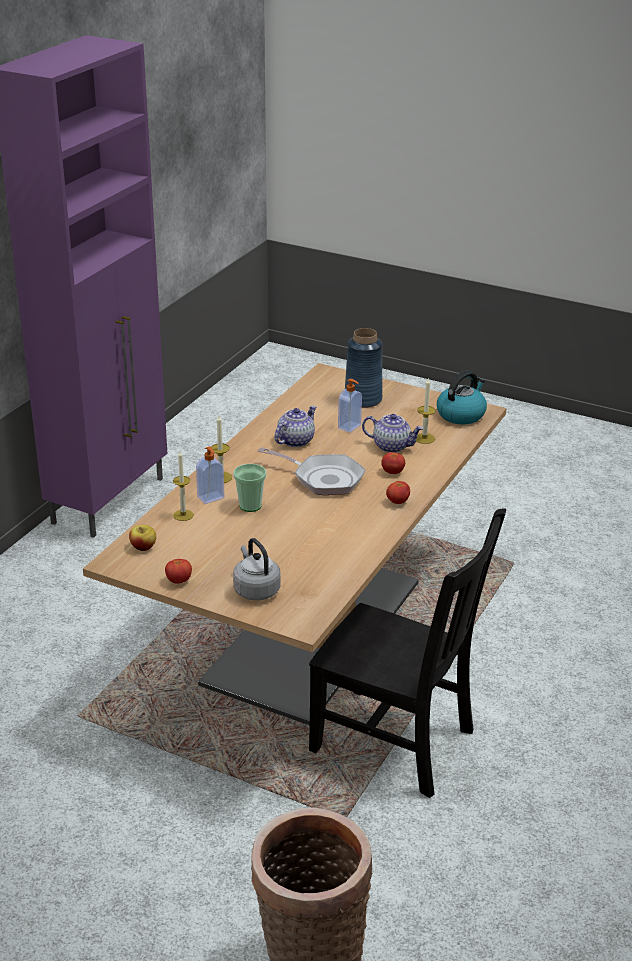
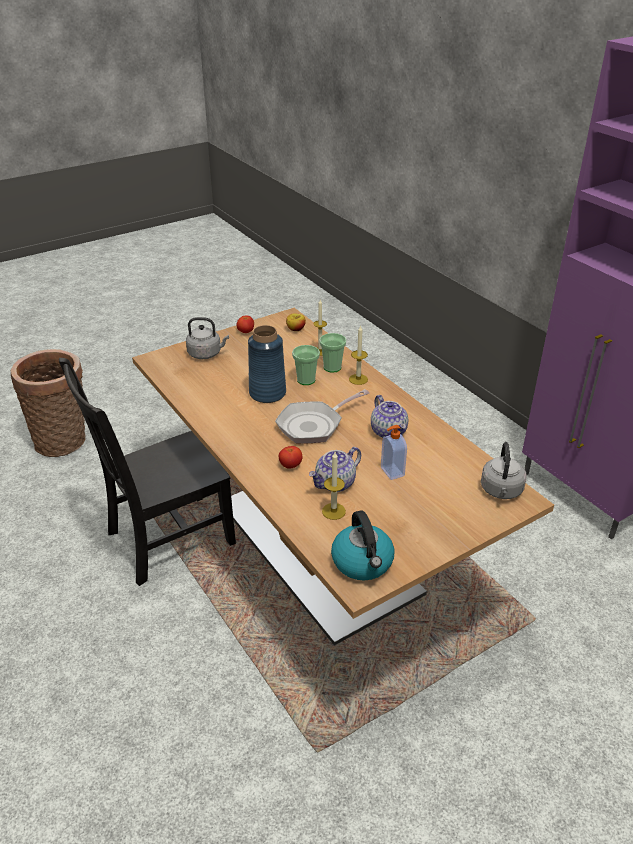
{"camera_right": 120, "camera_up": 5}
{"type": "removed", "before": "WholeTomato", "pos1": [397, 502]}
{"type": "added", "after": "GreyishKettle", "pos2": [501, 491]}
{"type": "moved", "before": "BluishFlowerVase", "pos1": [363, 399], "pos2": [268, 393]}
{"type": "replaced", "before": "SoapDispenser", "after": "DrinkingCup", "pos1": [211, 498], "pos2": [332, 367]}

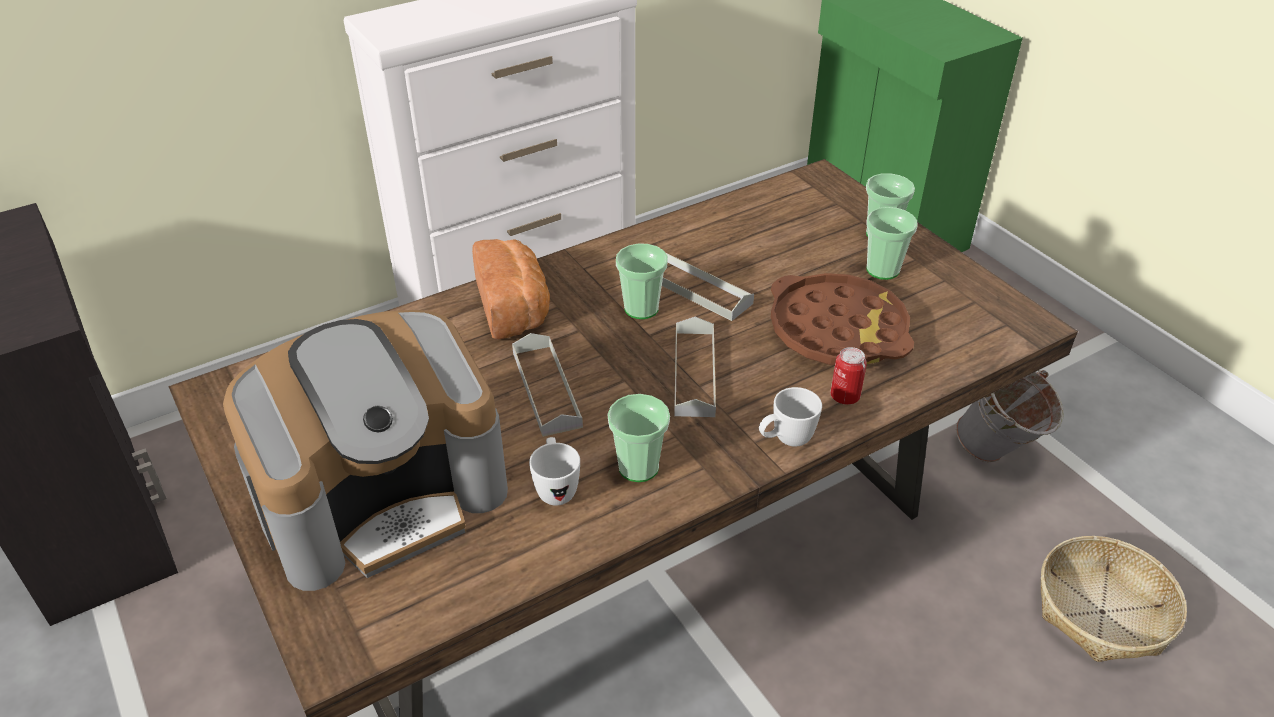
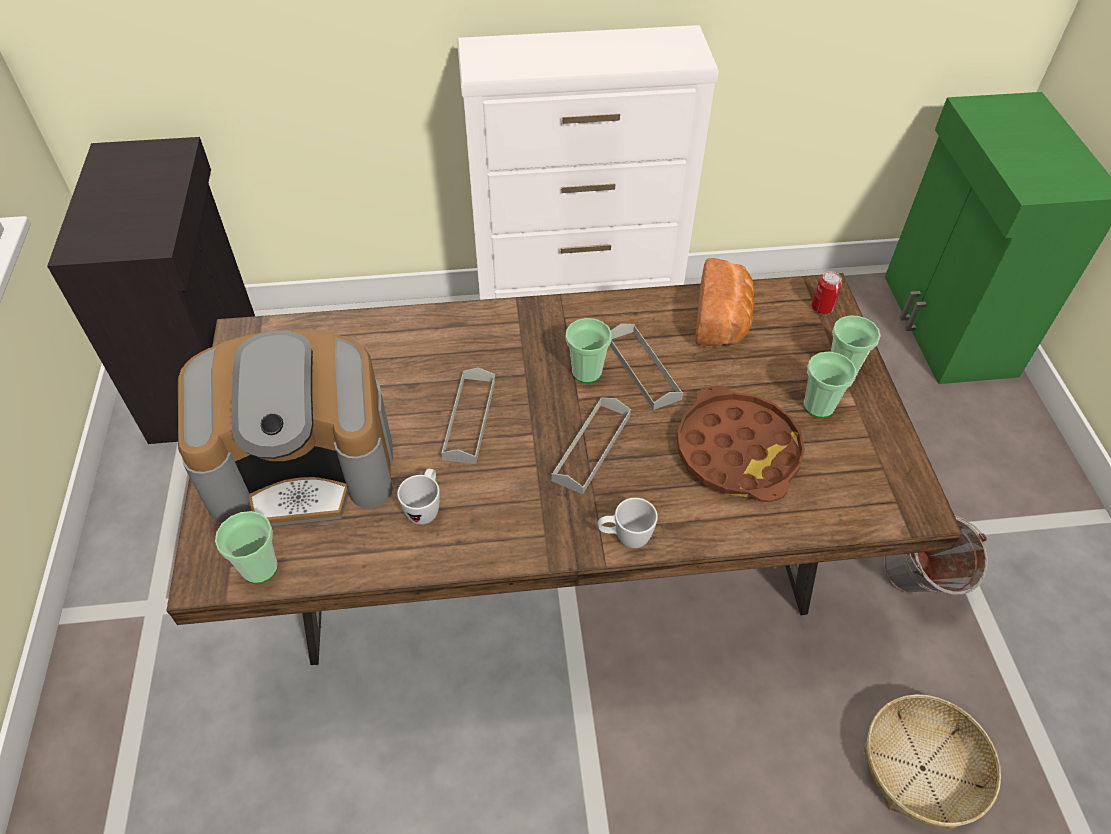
{"camera_right": 25, "camera_up": 10}
{"type": "moved", "before": "BakeryBread", "pos1": [515, 308], "pos2": [722, 321]}
{"type": "moved", "before": "DrinkingCup", "pos1": [638, 467], "pos2": [260, 568]}
{"type": "moved", "before": "Can", "pos1": [845, 396], "pos2": [822, 307]}

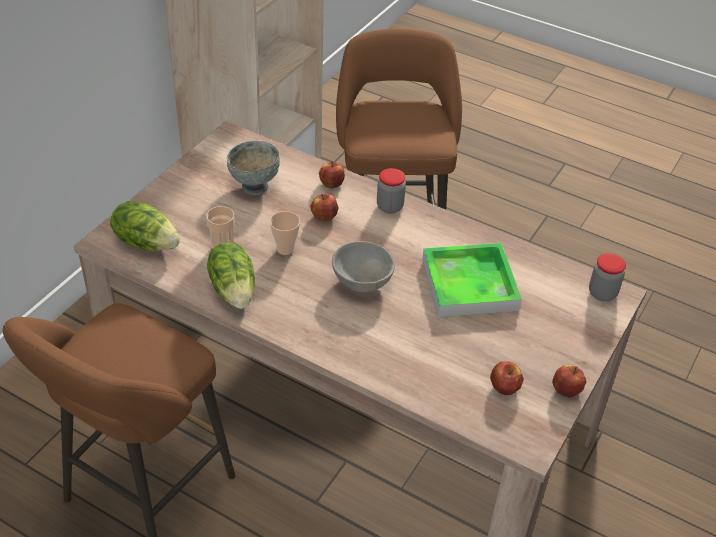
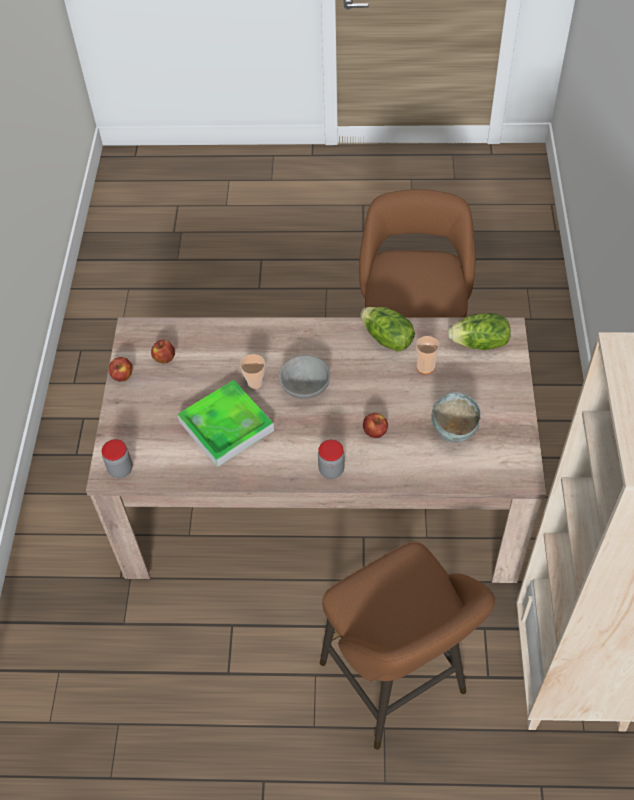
{"camera_right": 155, "camera_up": 10}
{"type": "removed", "before": "Apple", "pos1": [331, 184]}
{"type": "moved", "before": "DrinkingCup", "pos1": [285, 249], "pos2": [255, 383]}

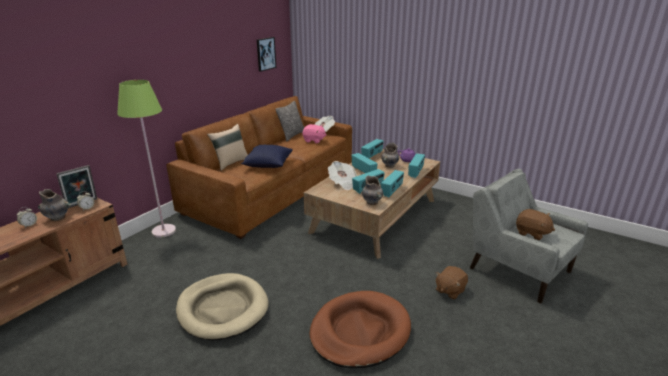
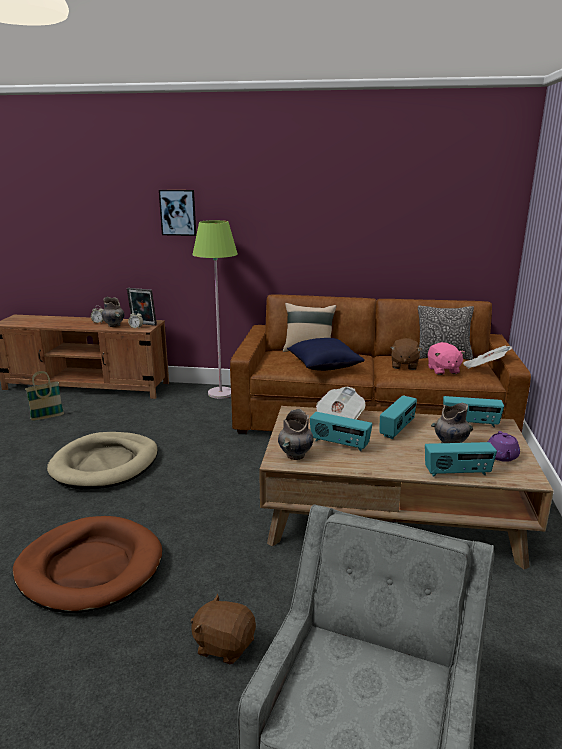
{"camera_right": 65, "camera_up": -5}
{"type": "removed", "before": "RadioSet", "pos1": [392, 191]}
{"type": "added", "after": "StorageBasket", "pos2": [47, 417]}
{"type": "moved", "before": "WallArt", "pos1": [265, 54], "pos2": [178, 212]}
{"type": "moved", "before": "BrownSoftToy", "pos1": [532, 233], "pos2": [404, 365]}

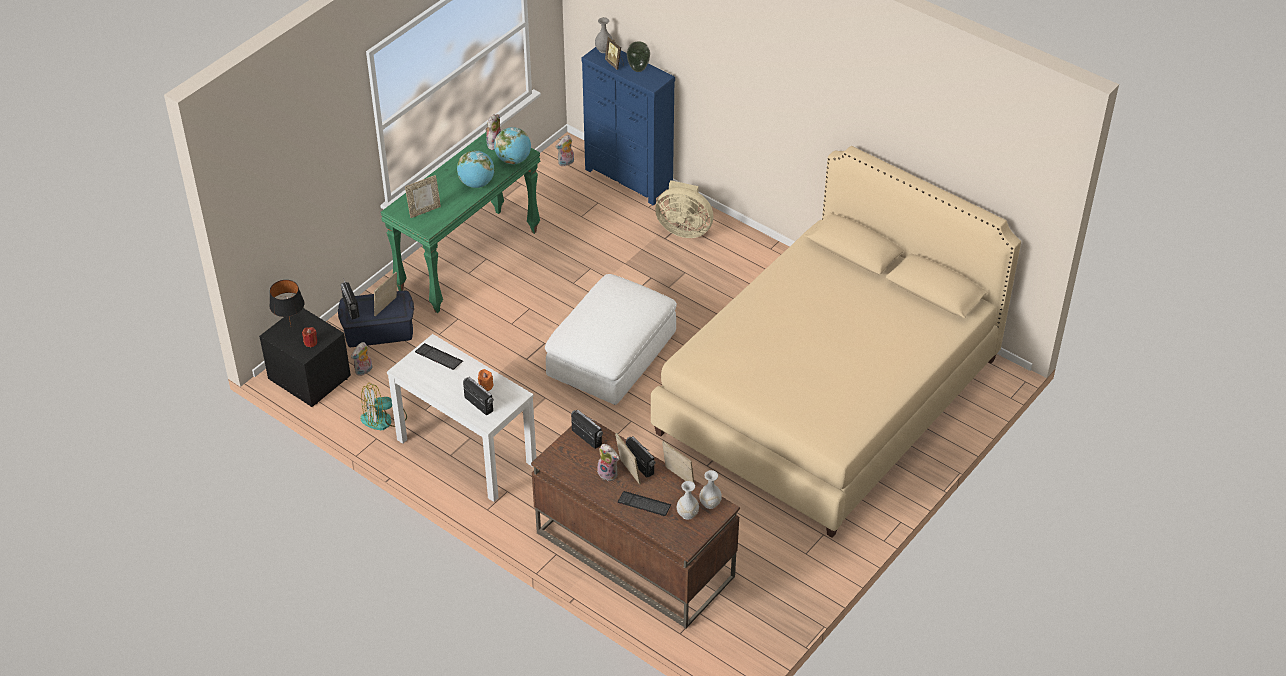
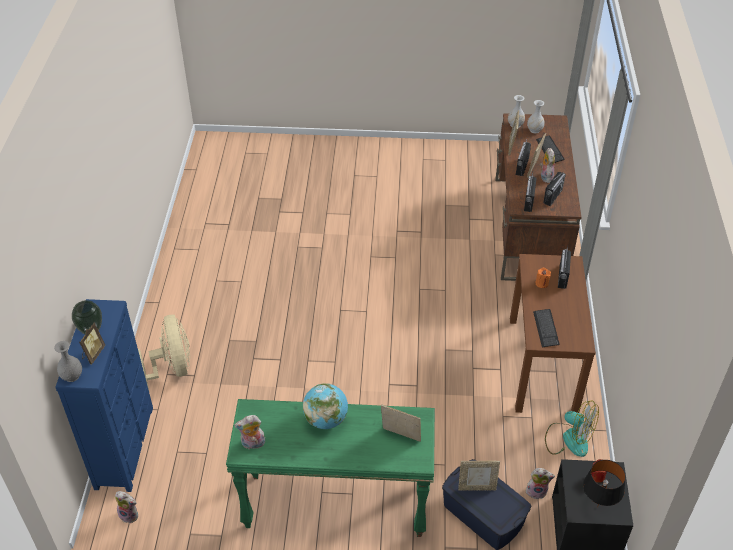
{"camera_right": -125, "camera_up": 0}
{"type": "removed", "before": "DeskGlobe", "pos1": [513, 160]}
{"type": "removed", "before": "WhiteOttoman", "pos1": [612, 356]}
{"type": "removed", "before": "SandColouredBed", "pos1": [827, 396]}
{"type": "moved", "before": "RadioSet", "pos1": [351, 308], "pos2": [552, 196]}
{"type": "recoloured", "before": "WhiteHallTable", "after": "BrownHallTable", "pos1": [465, 451], "pos2": [542, 365]}

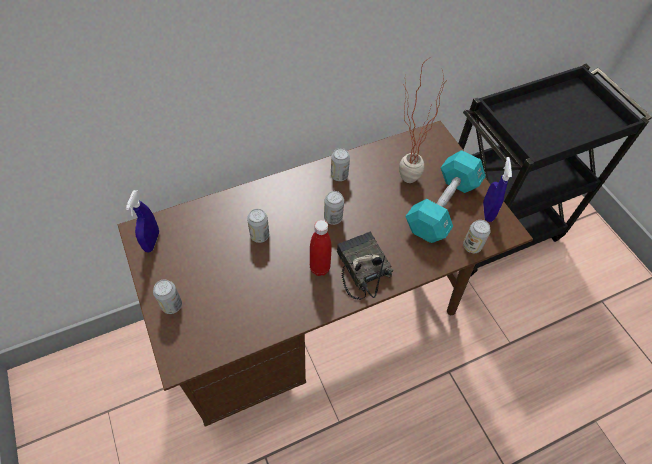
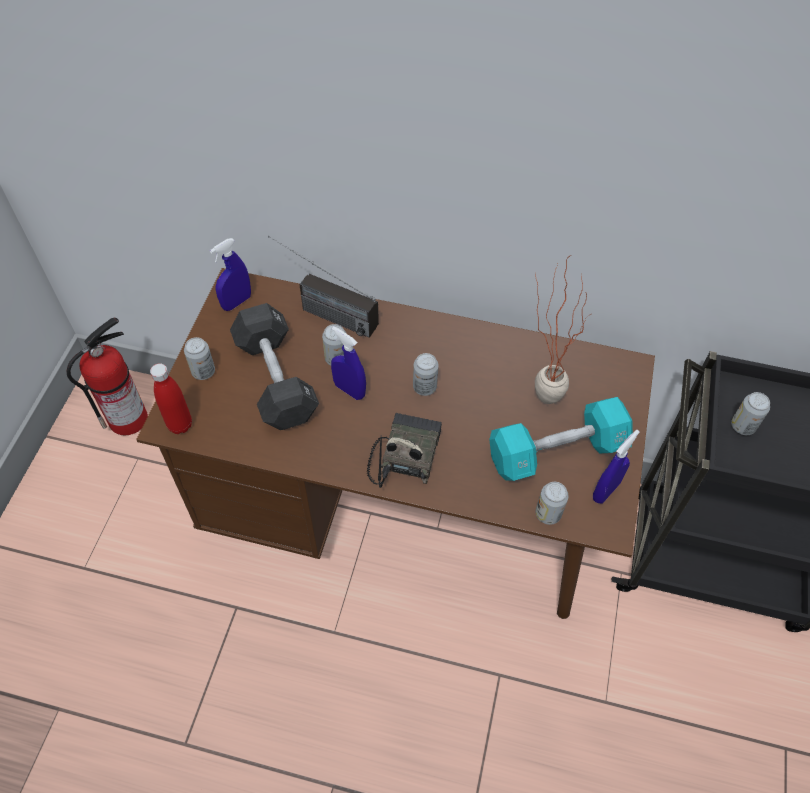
{"camera_right": 40, "camera_up": 0}
{"type": "added", "after": "FireExtinguisher", "pos2": [129, 417]}
{"type": "added", "after": "BlackColouredDumbbell", "pos2": [276, 379]}
{"type": "added", "after": "RadioSet", "pos2": [321, 311]}
{"type": "added", "after": "BluishSprayBottle", "pos2": [349, 390]}
{"type": "moved", "before": "ReddishDrinkBottle", "pos1": [319, 268], "pos2": [180, 425]}
{"type": "moved", "before": "Can", "pos1": [339, 175], "pos2": [742, 426]}

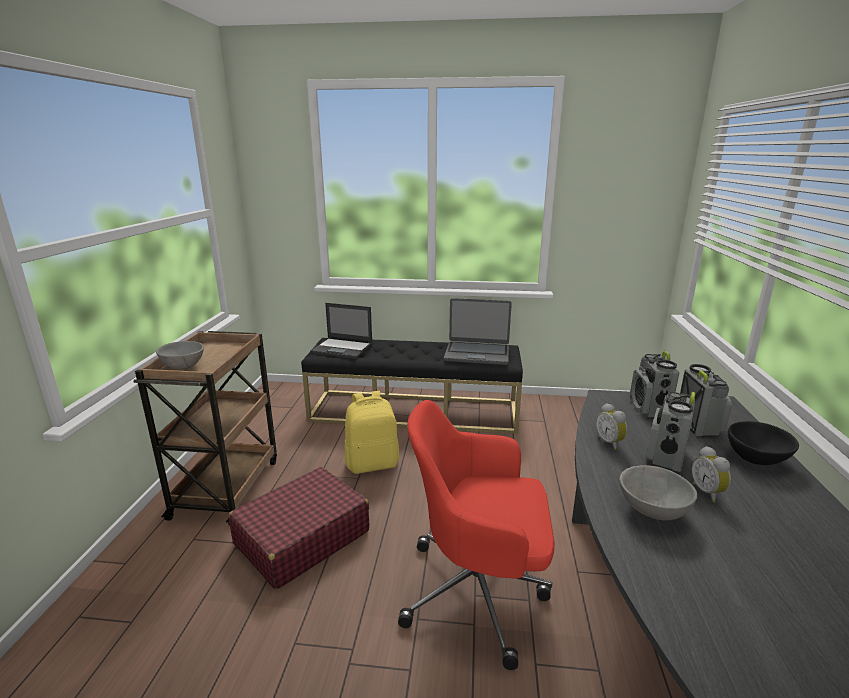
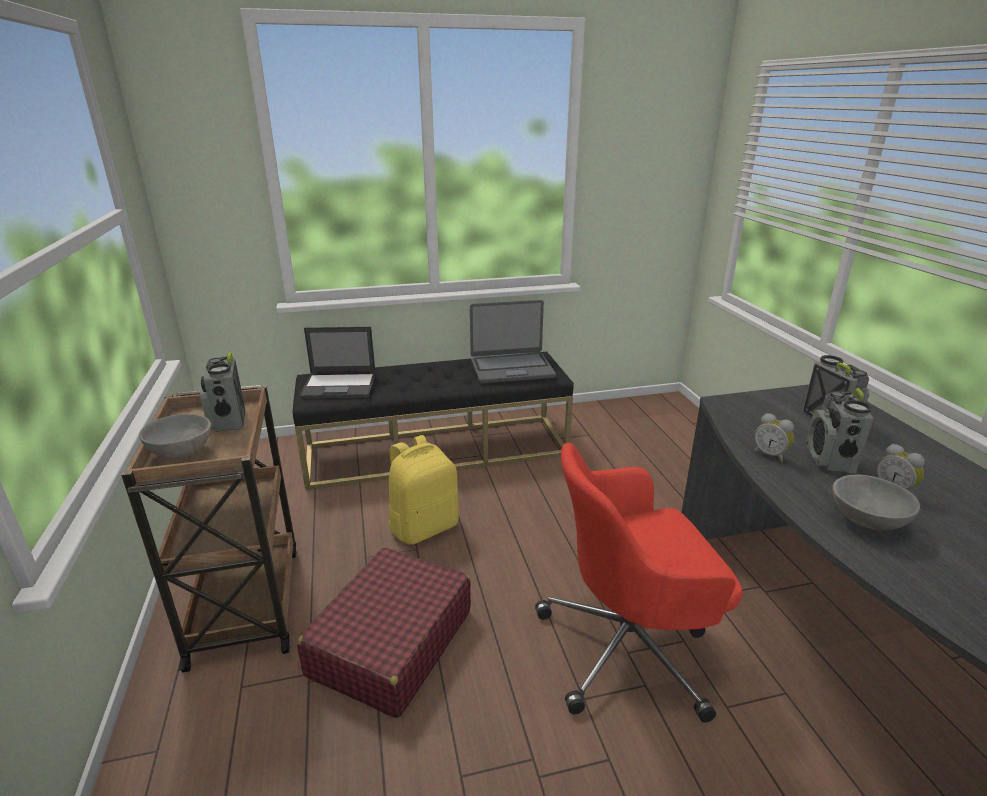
{"camera_right": -20, "camera_up": 5}
{"type": "removed", "before": "BlackColouredServingBowl", "pos1": [757, 460]}
{"type": "moved", "before": "RadioSet", "pos1": [649, 409], "pos2": [228, 421]}

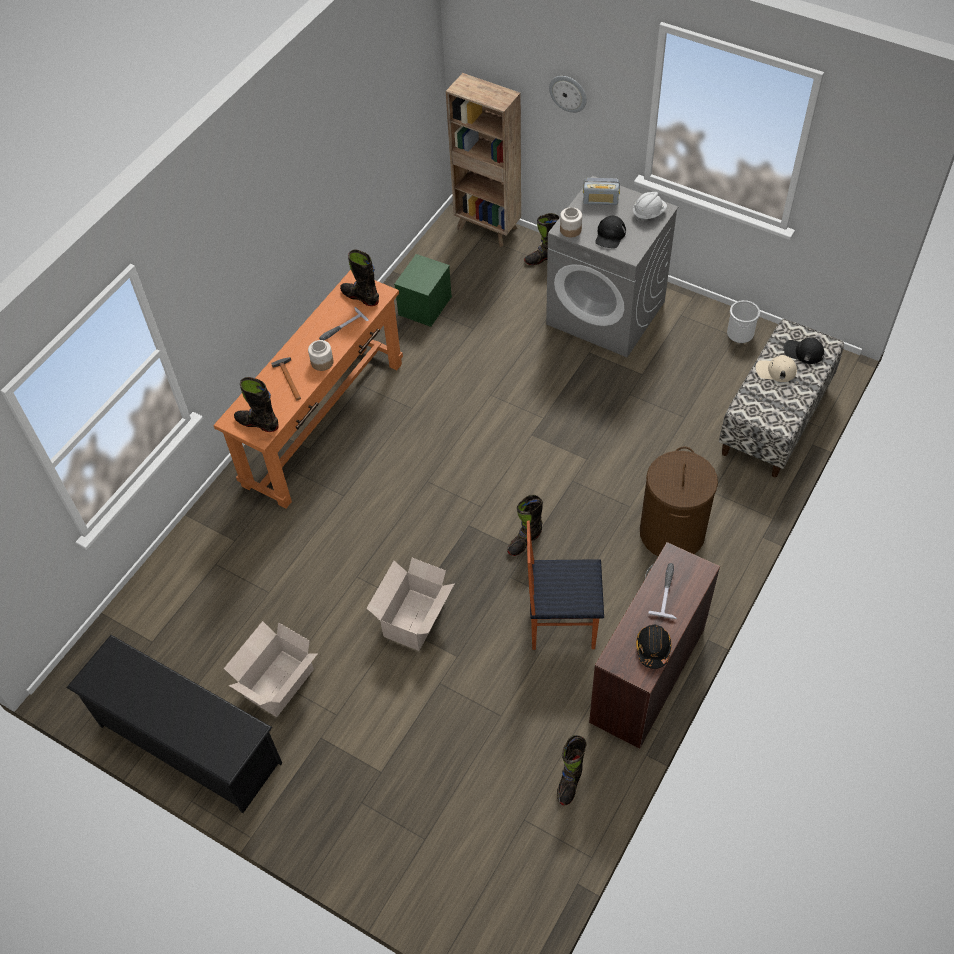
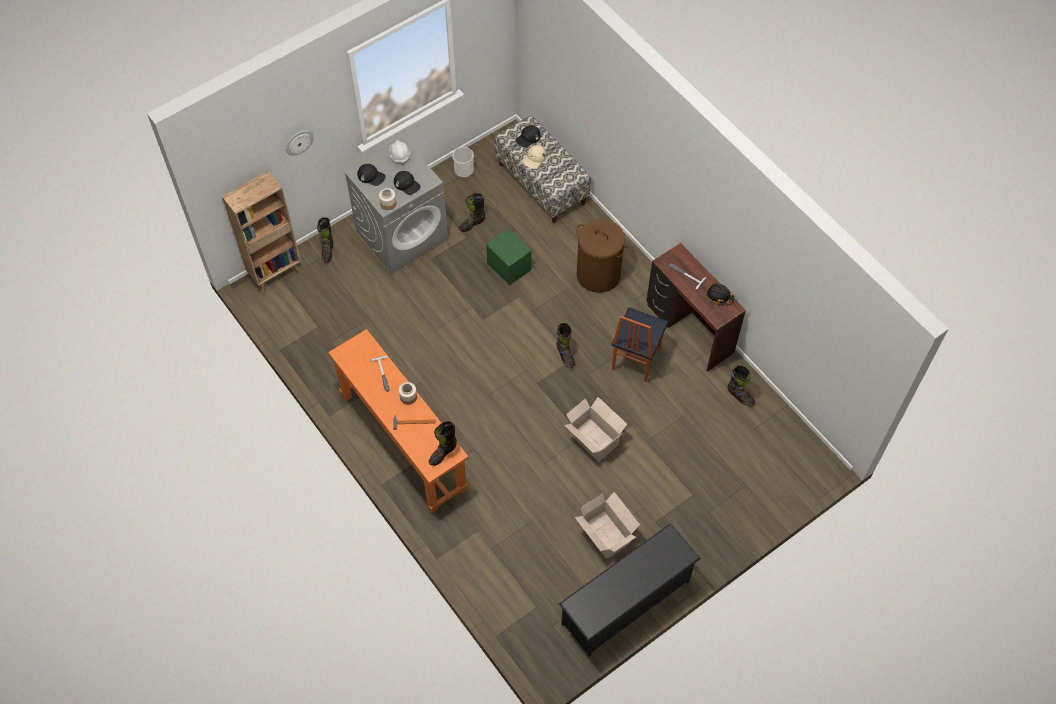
{"camera_right": -70, "camera_up": 5}
{"type": "moved", "before": "BlackColouredTallBoot", "pos1": [360, 297], "pos2": [472, 224]}
{"type": "moved", "before": "GreenStorageContainer", "pos1": [425, 306], "pos2": [509, 266]}
{"type": "replaced", "before": "RadioSet", "after": "BlackColouredBaseballCap", "pos1": [600, 201], "pos2": [371, 176]}

